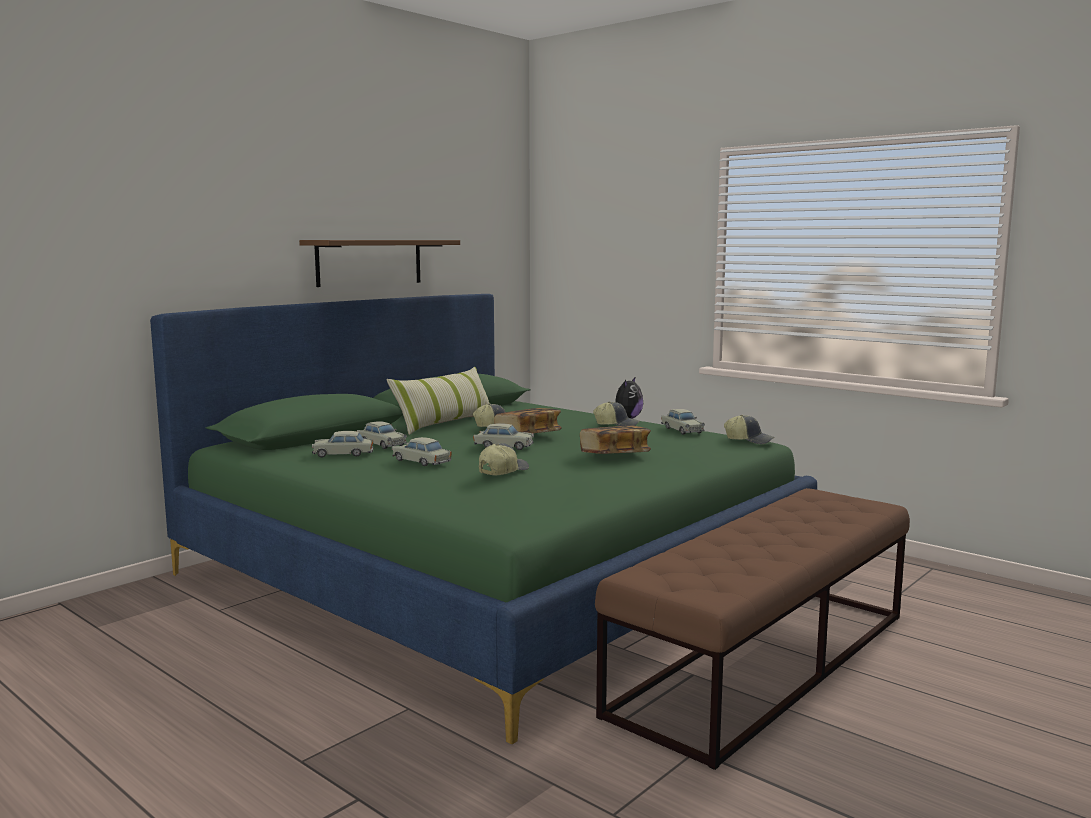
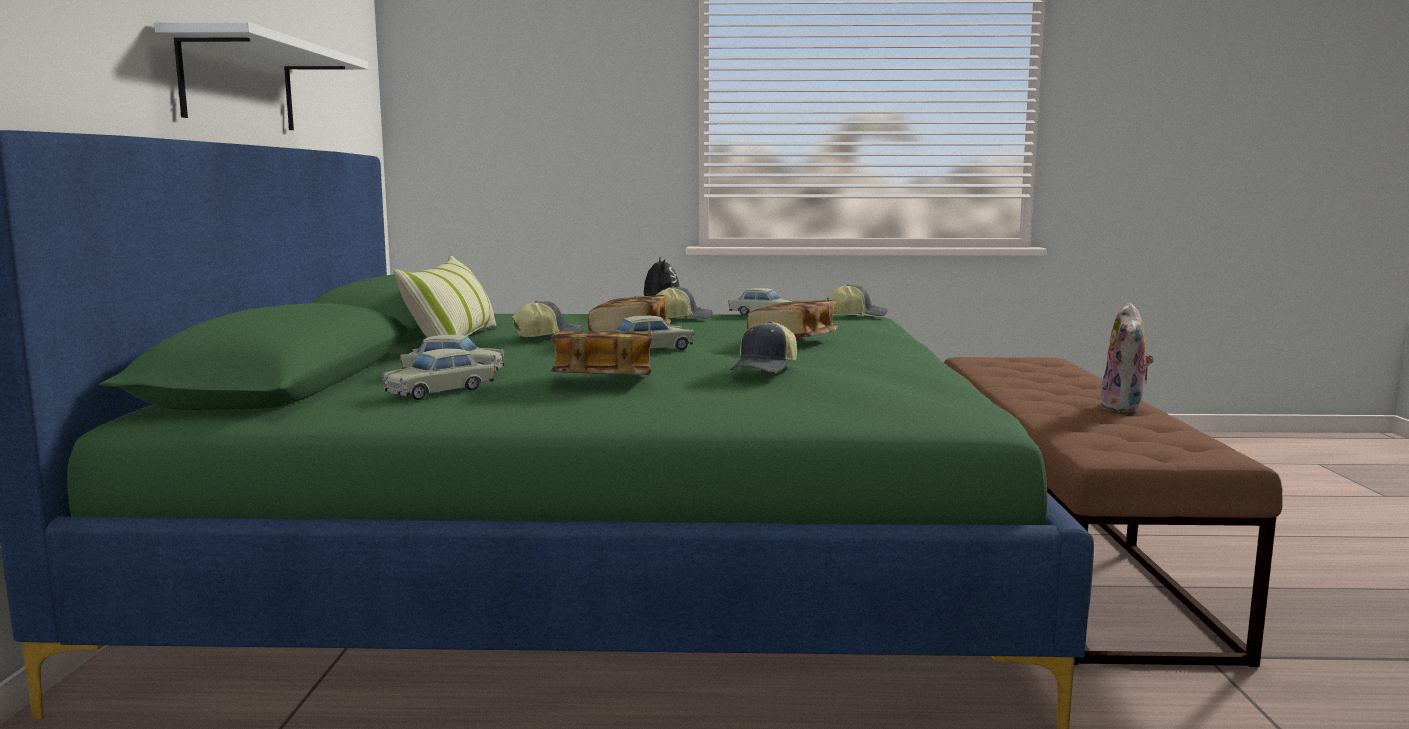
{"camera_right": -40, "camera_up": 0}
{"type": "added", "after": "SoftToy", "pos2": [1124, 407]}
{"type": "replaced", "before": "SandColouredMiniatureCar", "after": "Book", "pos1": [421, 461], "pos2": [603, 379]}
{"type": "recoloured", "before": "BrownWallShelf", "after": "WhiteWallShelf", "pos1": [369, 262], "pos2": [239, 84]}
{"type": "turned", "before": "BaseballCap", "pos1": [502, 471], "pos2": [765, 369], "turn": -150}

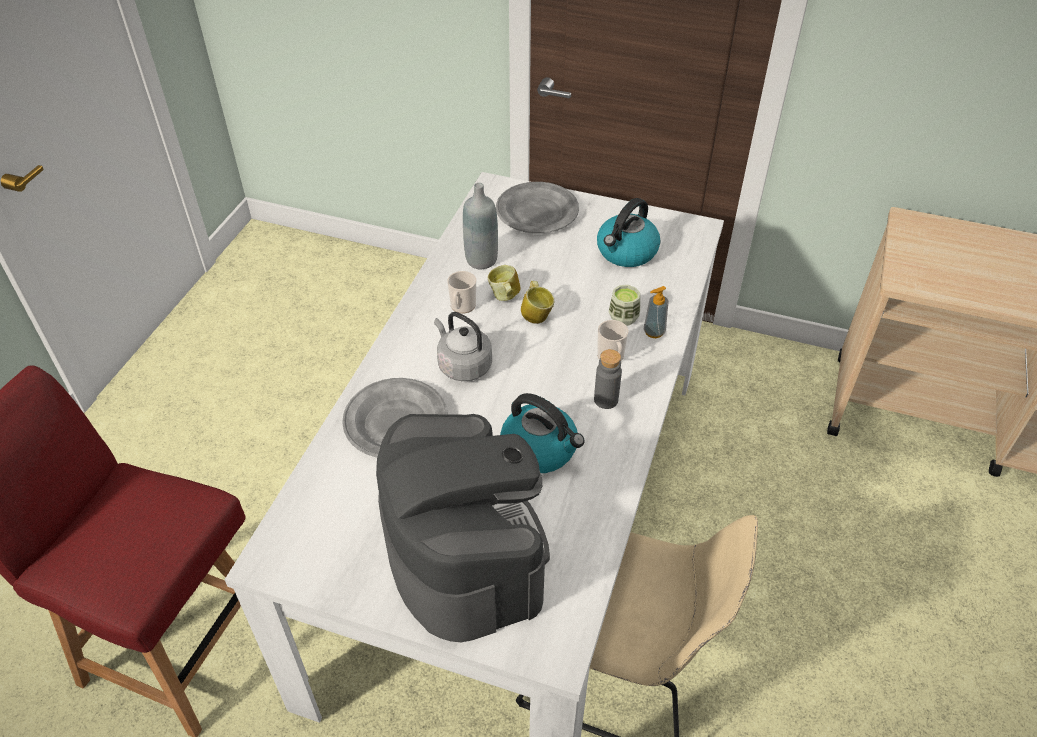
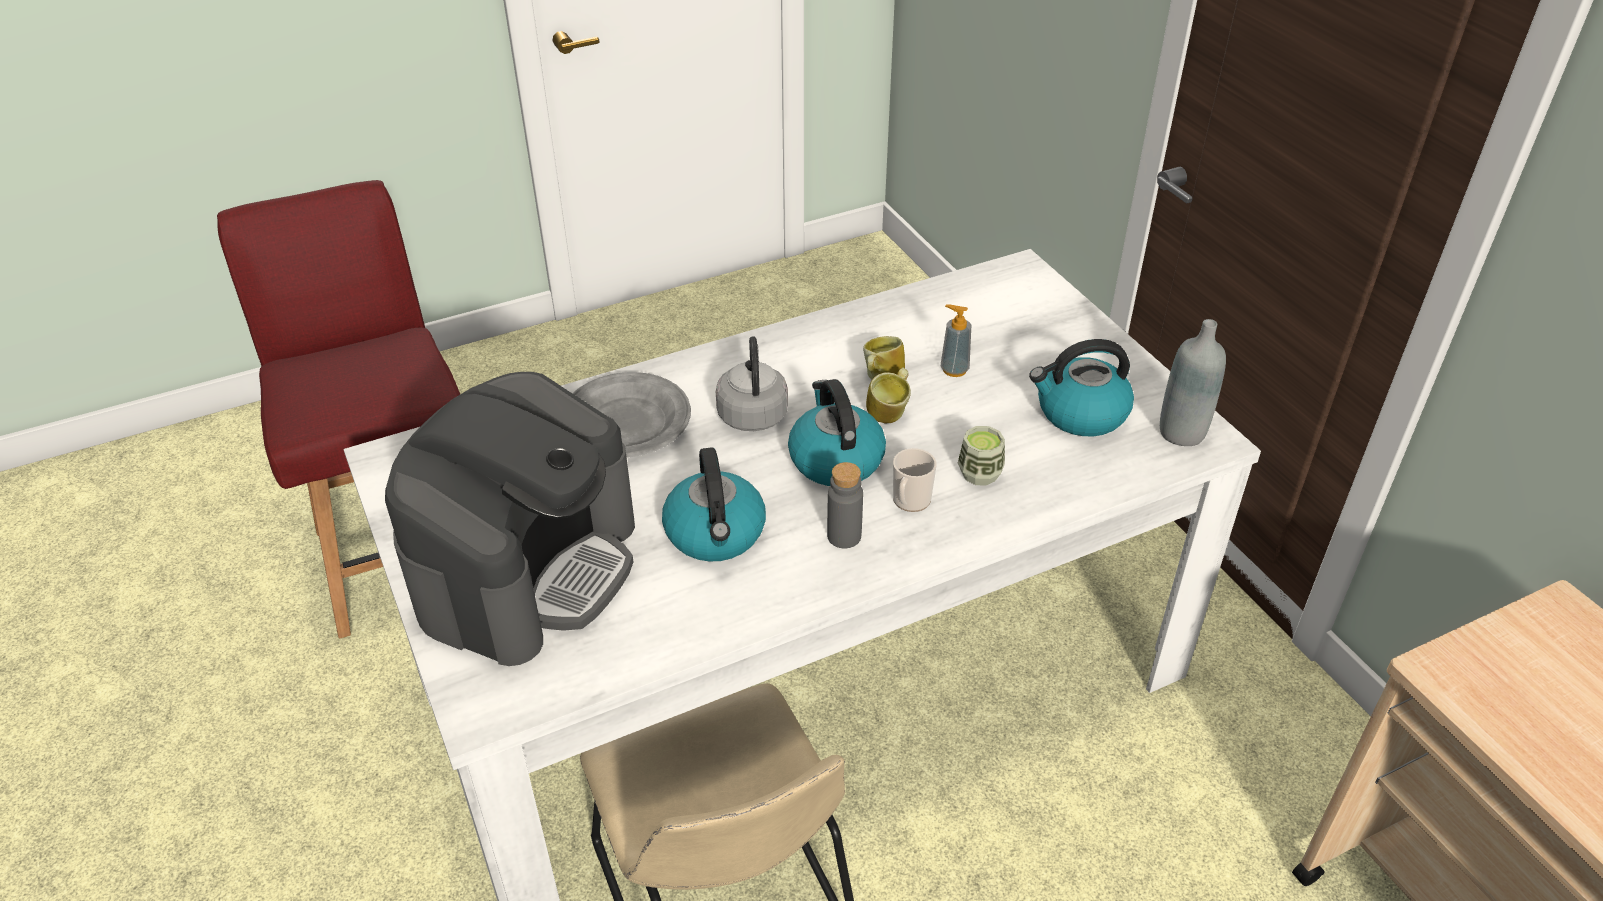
{"camera_right": 45, "camera_up": -5}
{"type": "removed", "before": "Mug", "pos1": [462, 307]}
{"type": "removed", "before": "GreyishPlate", "pos1": [536, 212]}
{"type": "added", "after": "Kettle", "pos2": [835, 459]}
{"type": "moved", "before": "GreyishDrinkBottle", "pos1": [481, 260], "pos2": [1181, 432]}
{"type": "moved", "before": "SoapDispenser", "pos1": [654, 332], "pos2": [954, 369]}

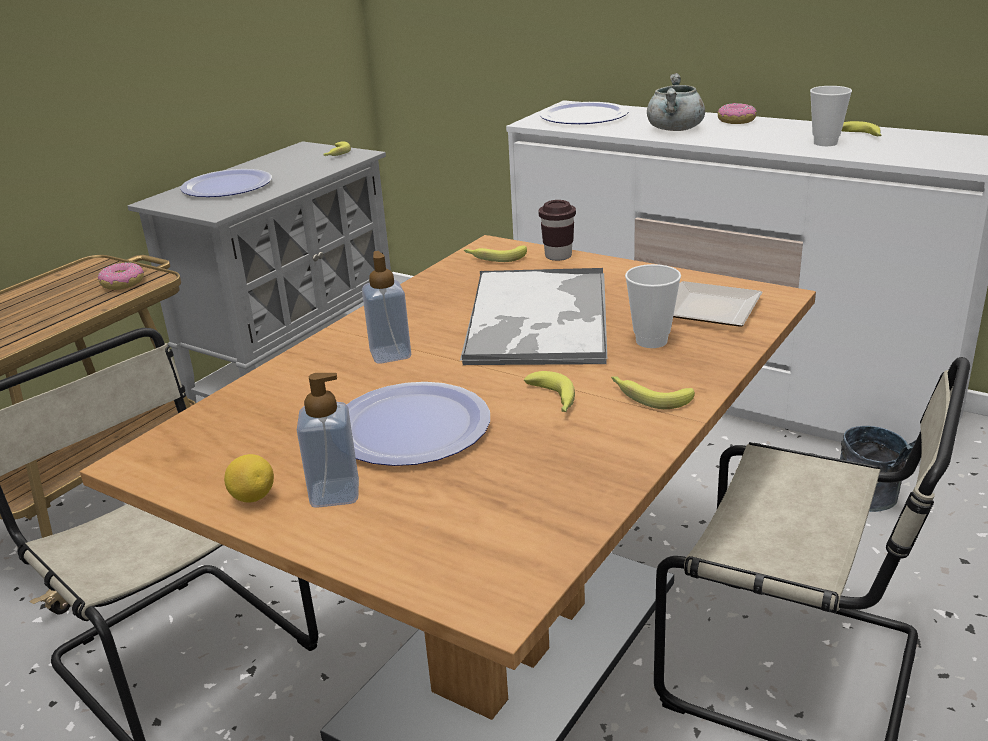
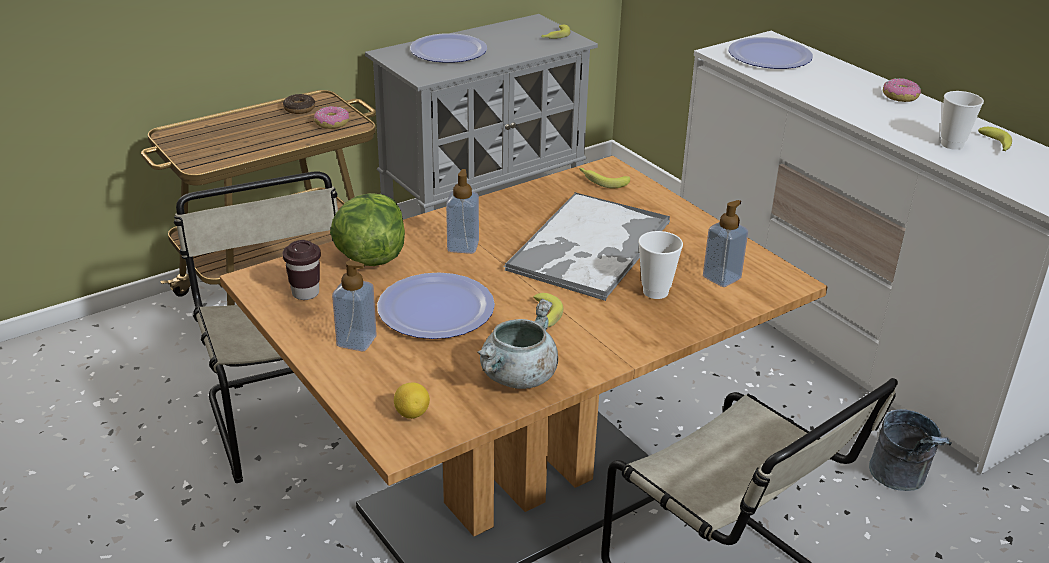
{"camera_right": 20, "camera_up": 5}
{"type": "removed", "before": "Banana", "pos1": [648, 396]}
{"type": "added", "after": "Doughnut", "pos2": [299, 109]}
{"type": "added", "after": "HeadOfLettuce", "pos2": [370, 257]}
{"type": "moved", "before": "Lemon", "pos1": [253, 498], "pos2": [412, 414]}
{"type": "moved", "before": "BrownDrinkingCup", "pos1": [558, 256], "pos2": [305, 293]}
{"type": "moved", "before": "GreyishStockpot", "pos1": [675, 129], "pos2": [518, 377]}
{"type": "replaced", "before": "Plate", "after": "SoapDispenser", "pos1": [706, 310], "pos2": [721, 278]}

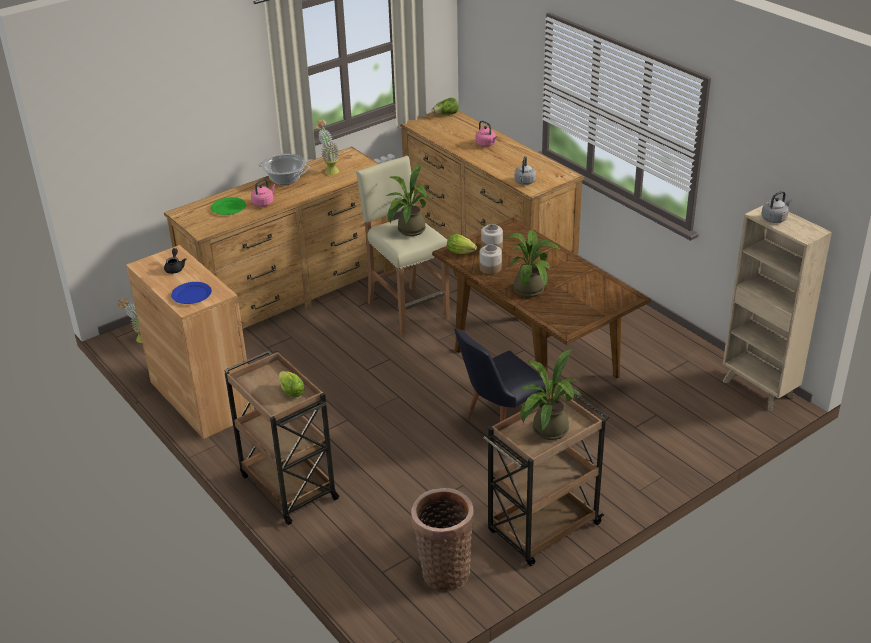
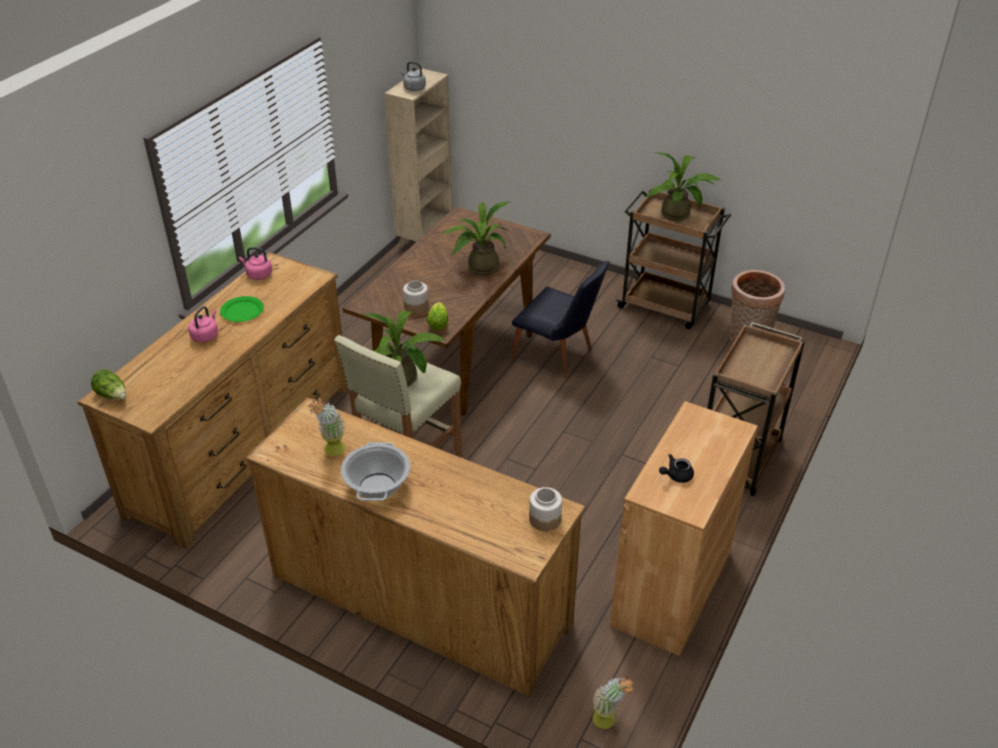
{"camera_right": -115, "camera_up": 5}
{"type": "removed", "before": "BluishPlate", "pos1": [191, 295]}
{"type": "removed", "before": "HeadOfLettuce", "pos1": [290, 391]}
{"type": "removed", "before": "GreyishKettle", "pos1": [524, 182]}
{"type": "moved", "before": "GreenPlate", "pos1": [228, 208], "pos2": [242, 311]}
{"type": "moved", "before": "PinkishKettle", "pos1": [264, 203], "pos2": [258, 275]}
{"type": "moved", "before": "StorageJar", "pos1": [490, 268], "pos2": [544, 519]}

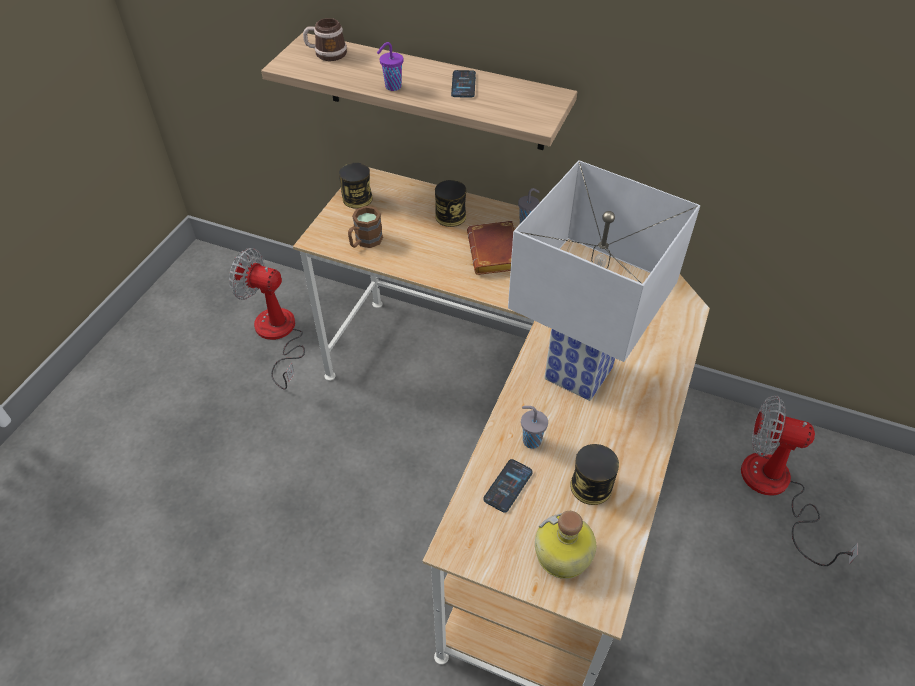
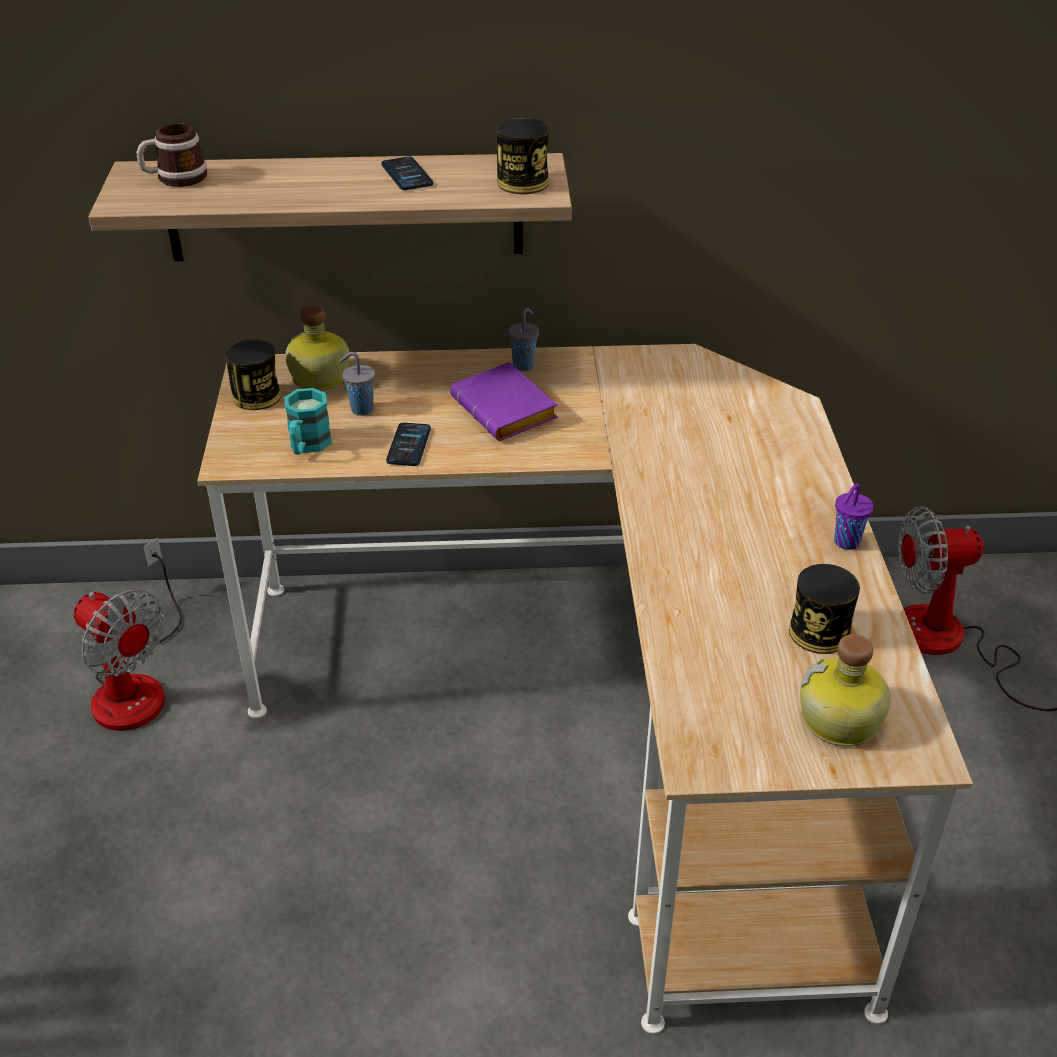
{"camera_right": -25, "camera_up": -10}
{"type": "removed", "before": "WhiteTableLamp", "pos1": [576, 373]}
{"type": "added", "after": "DrinkBottle", "pos2": [319, 378]}
{"type": "moved", "before": "PurpleDrinkingCup", "pos1": [392, 87], "pos2": [845, 543]}
{"type": "moved", "before": "Can", "pos1": [450, 216], "pos2": [522, 183]}
{"type": "moved", "before": "Telephone", "pos1": [508, 486], "pos2": [408, 445]}
{"type": "moved", "before": "GreyishDrinkingCup", "pos1": [530, 440], "pos2": [360, 409]}
{"type": "recoloured", "before": "BrownMug", "after": "BlueGreenMug", "pos1": [365, 242], "pos2": [307, 446]}
{"type": "recoloured", "before": "BrownBook", "after": "PurpleBook", "pos1": [496, 254], "pos2": [508, 411]}
{"type": "turned", "before": "Fan", "pos1": [277, 336], "pos2": [136, 683], "turn": -135}

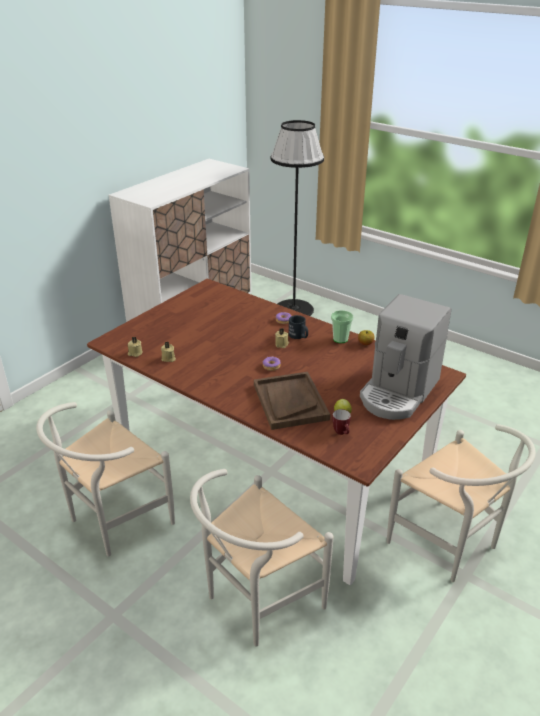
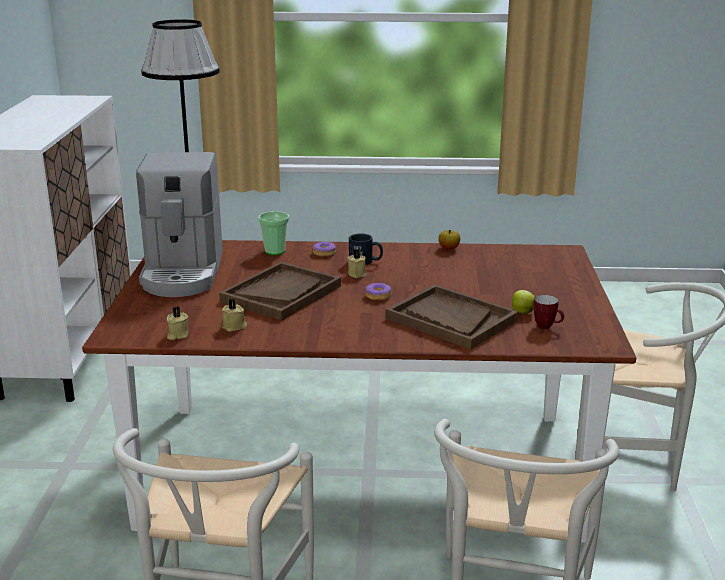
{"camera_right": -35, "camera_up": -10}
{"type": "added", "after": "BrownCarryingTray", "pos2": [281, 293]}
{"type": "moved", "before": "DrinkingCup", "pos1": [340, 339], "pos2": [275, 251]}
{"type": "moved", "before": "CoffeeMaker", "pos1": [398, 392], "pos2": [183, 272]}

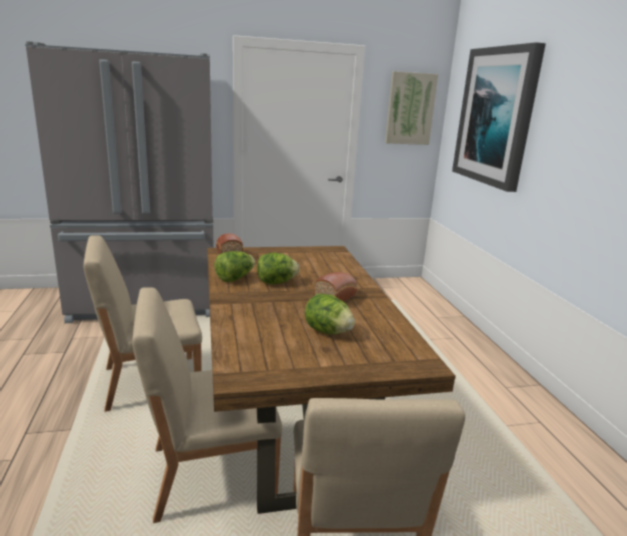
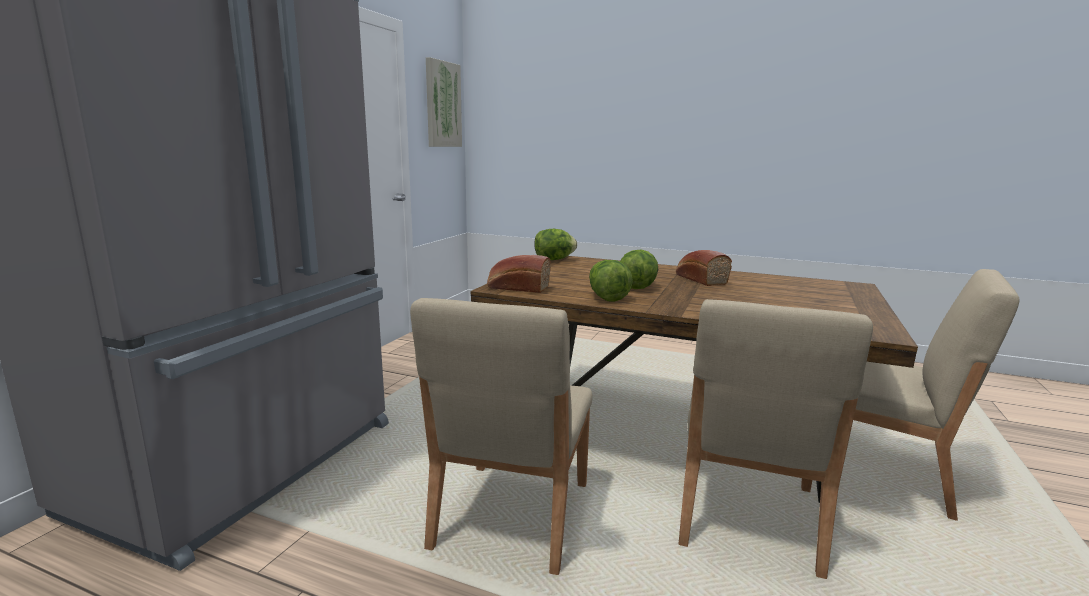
{"camera_right": -55, "camera_up": -5}
{"type": "removed", "before": "WallArt", "pos1": [496, 116]}
{"type": "moved", "before": "HeadOfLettuce", "pos1": [327, 331], "pos2": [554, 260]}

